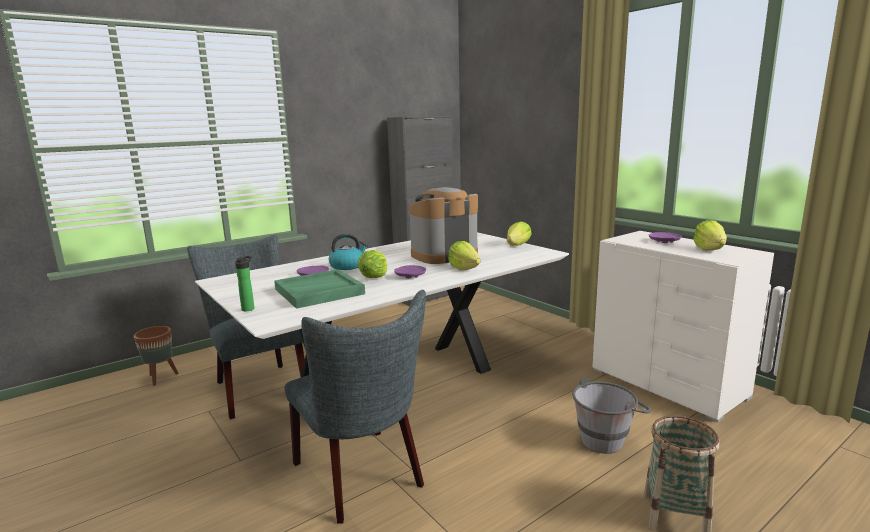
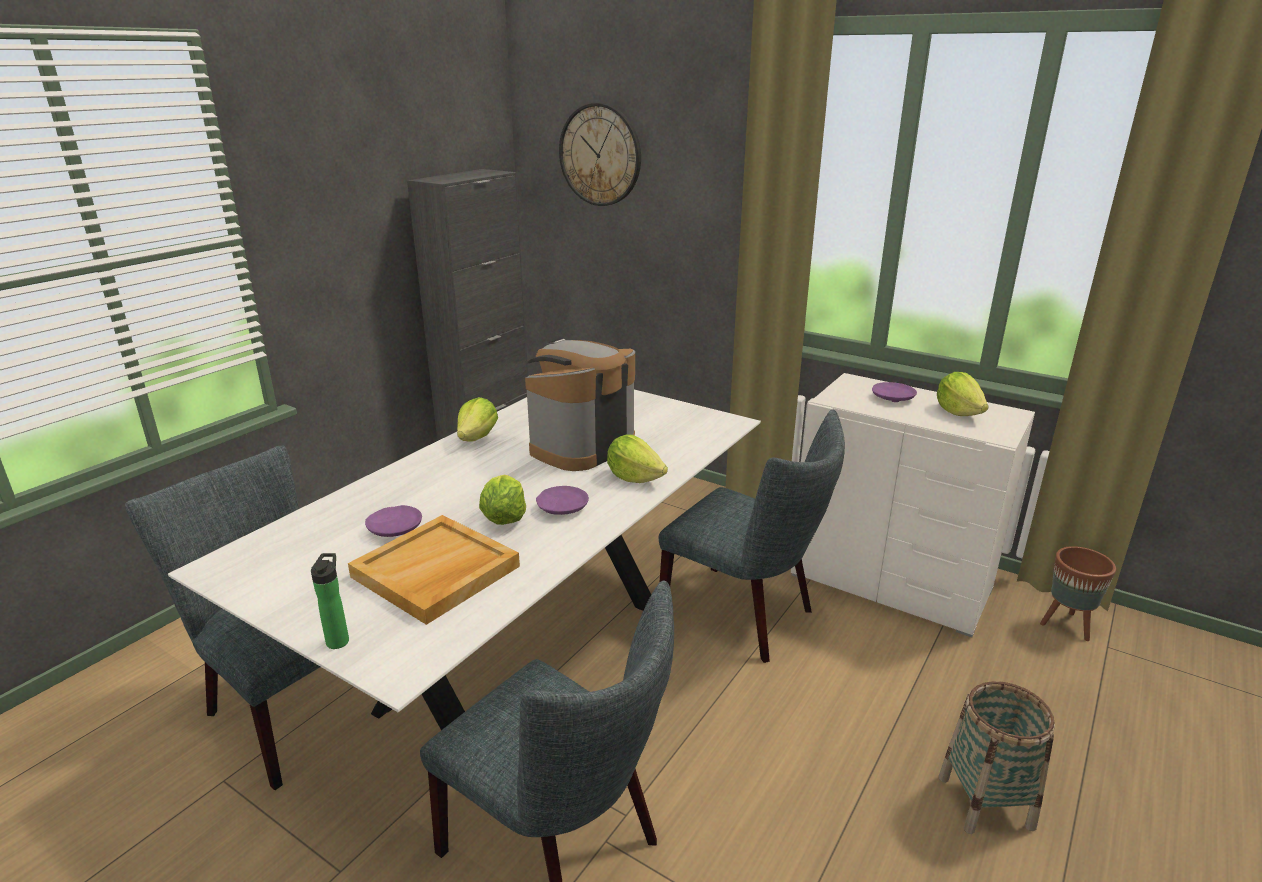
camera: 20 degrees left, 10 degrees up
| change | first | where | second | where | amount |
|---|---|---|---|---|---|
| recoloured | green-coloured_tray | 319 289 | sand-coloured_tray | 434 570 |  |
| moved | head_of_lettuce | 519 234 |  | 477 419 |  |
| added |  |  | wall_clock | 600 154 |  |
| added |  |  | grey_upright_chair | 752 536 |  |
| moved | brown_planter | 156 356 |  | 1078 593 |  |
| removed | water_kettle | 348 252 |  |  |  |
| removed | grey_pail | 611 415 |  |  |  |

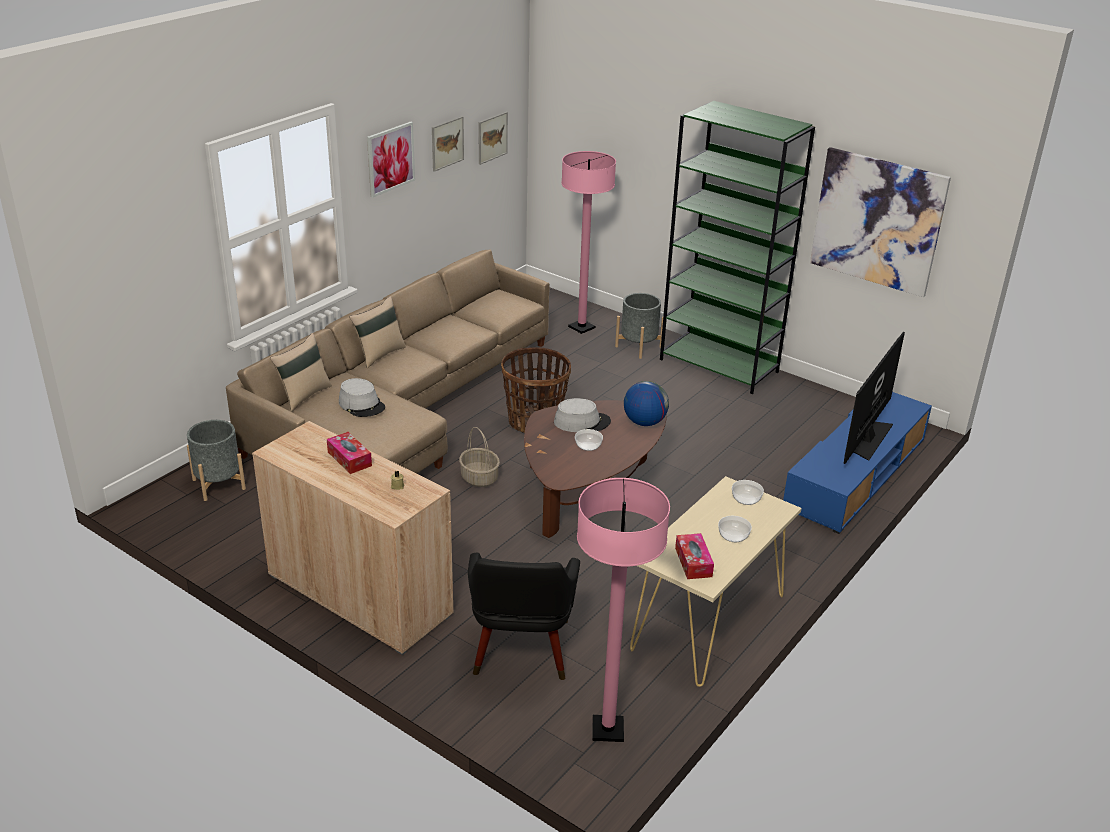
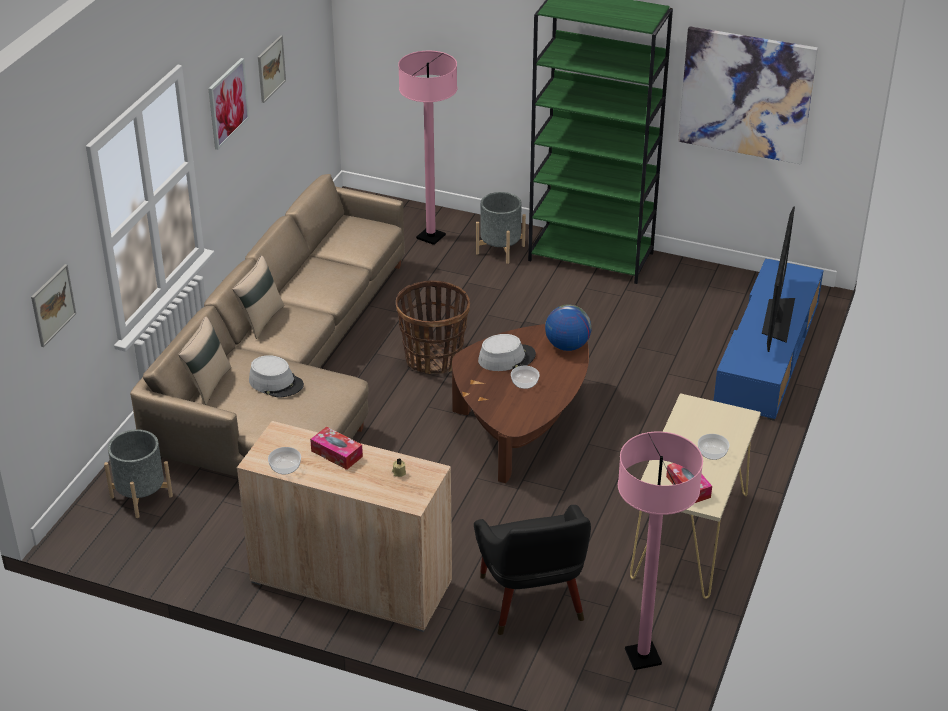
camera: 15 degrees left, 5 degrees up
| change | first | where | second | where | amount |
|---|---|---|---|---|---|
| moved | wall_picture | 493 138 |  | 53 305 |  |
| moved | bowl | 748 492 |  | 284 460 |  |
| removed | storage_basket | 479 457 |  |  |  |

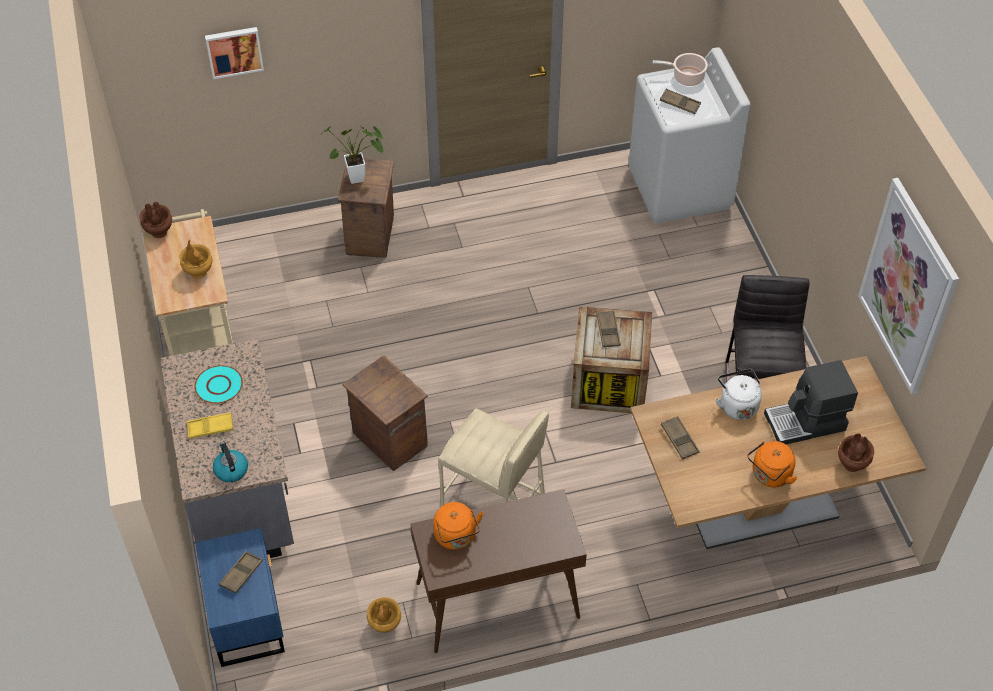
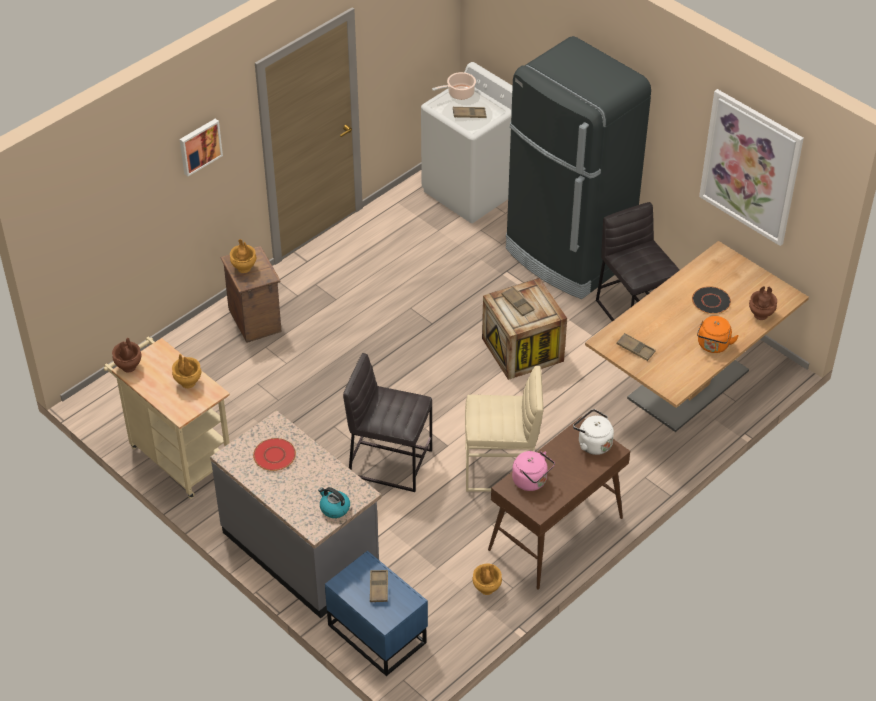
camera: 30 degrees left, 5 degrees down
| change | first | where | second | where | amount |
|---|---|---|---|---|---|
| moved | wall_picture | 234 53 |  | 201 147 |  |
| replaced | houseplant | 352 154 | brown_flower_vase | 243 256 |  |
| recoloured | turquoise-coloured_plate | 218 384 | reddish_plate | 274 454 |  |
| replaced | crate | 385 413 | grey_sitting_stool | 387 422 |  |
| added |  |  | black-coloured_kitchen_fridge | 578 167 |  |
| recoloured | orange_water_kettle | 458 526 | pinkish_water_kettle | 533 471 |  |
| moved | white-coloured_water_kettle | 739 394 |  | 593 432 |  |
| replaced | coffee_brewer | 811 402 | black-coloured_plate | 711 300 |  |
| removed | yellow_tray | 210 425 |  |  |  |

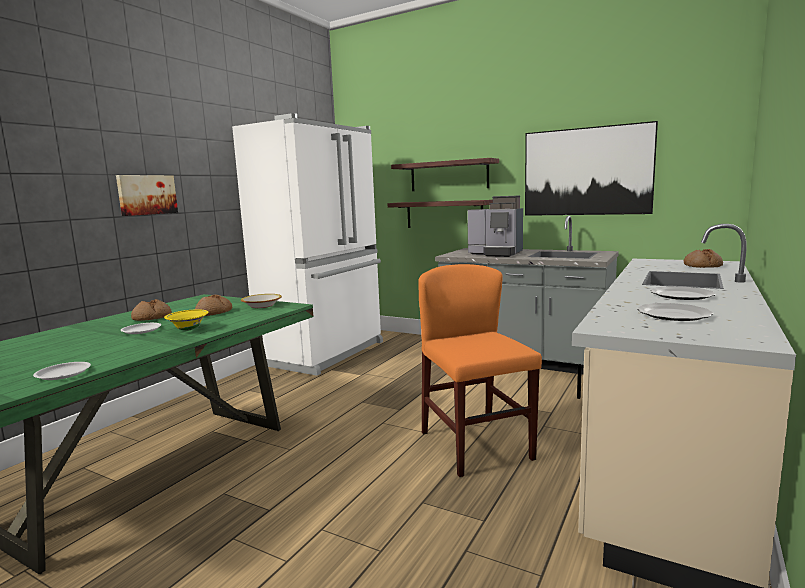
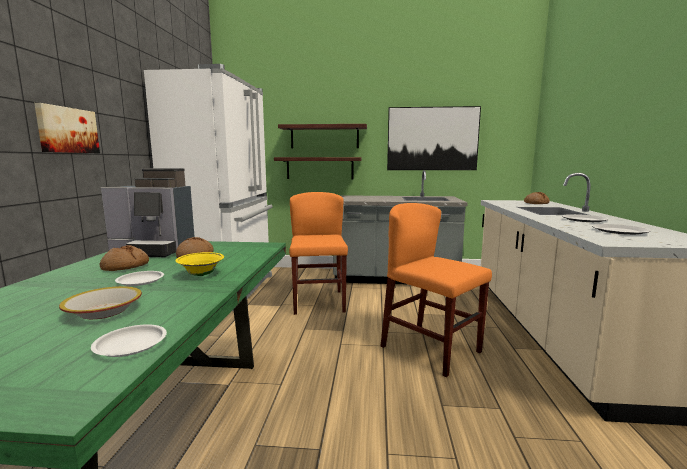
camera: 25 degrees left, 0 degrees up
| change | first | where | second | where | amount |
|---|---|---|---|---|---|
| moved | bowl | 261 301 |  | 100 302 |  |
| moved | coffee_brewer | 495 226 |  | 148 212 |  |
| added |  |  | orange_upright_chair | 318 253 |  |

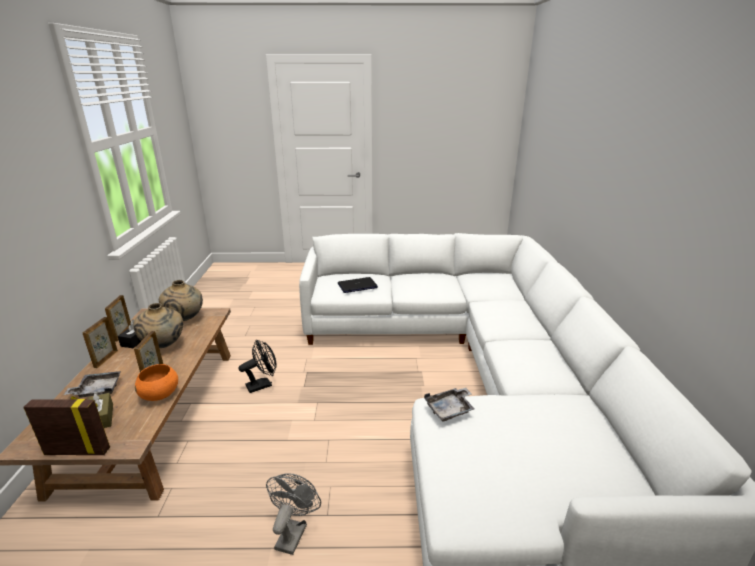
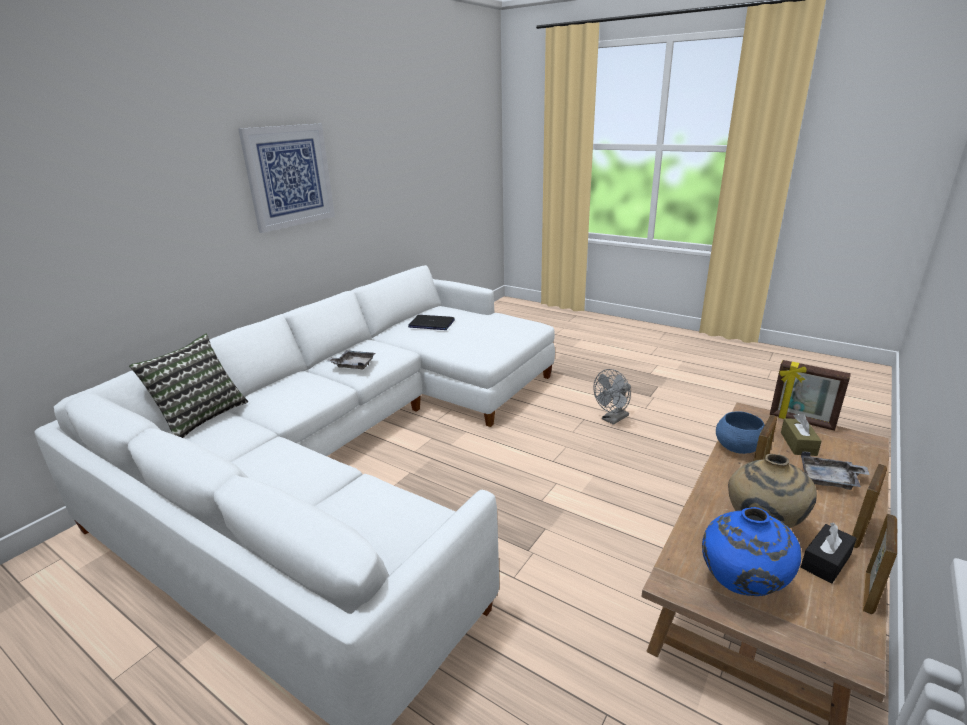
camera: 145 degrees left, 0 degrees up
| change | first | where | second | where | amount |
|---|---|---|---|---|---|
| added |  |  | pillow | 188 385 |  |
| added |  |  | wall_picture | 286 178 |  |
| moved | grey_tray | 449 405 |  | 351 360 |  |
| moved | laptop | 358 285 |  | 431 322 |  |
| recoloured | sand-coloured_flower_vase | 181 300 | blue_flower_vase | 751 551 |  |
| recoloured | orange_bowl | 156 382 | blue_bowl | 740 432 |  |
| removed | black-coloured_cooling_fan | 258 366 |  |  |  |

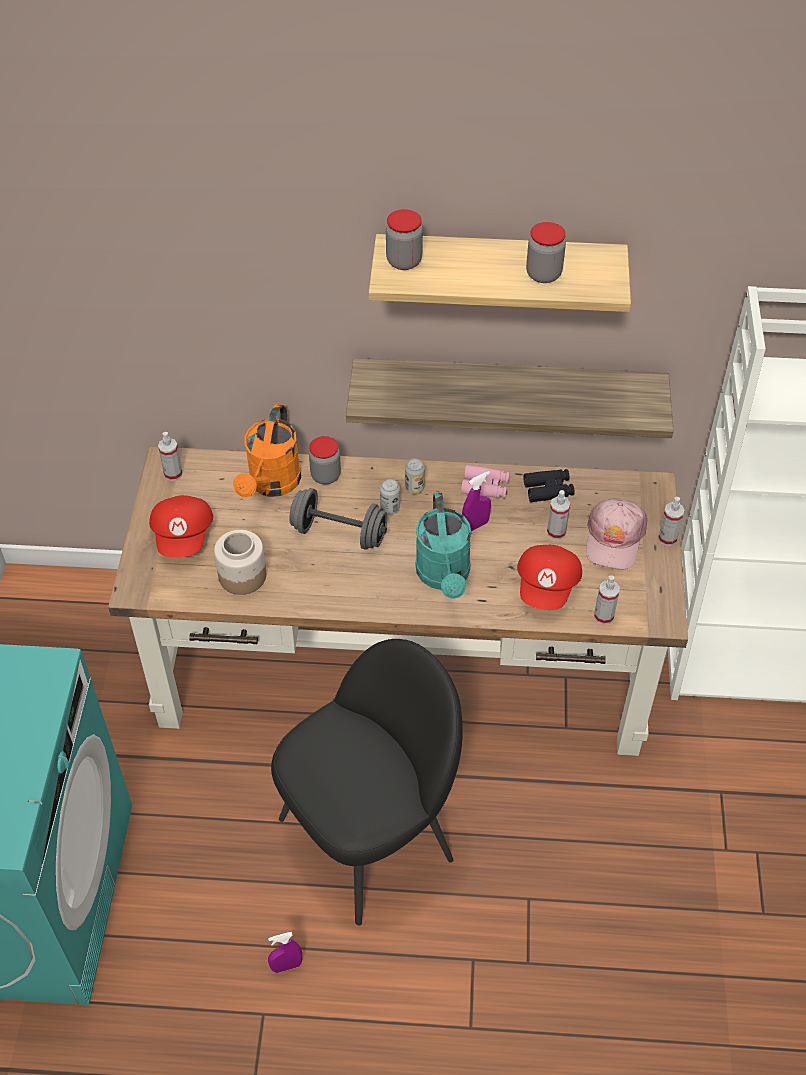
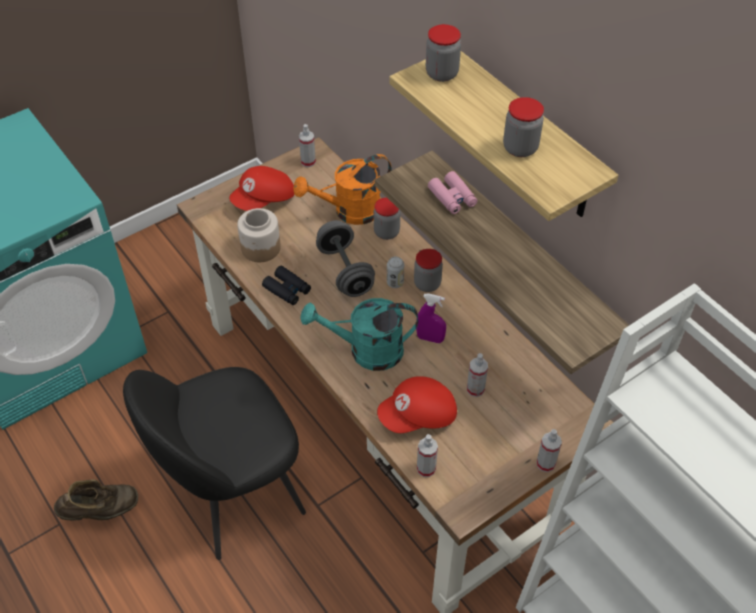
camera: 50 degrees right, 0 degrees up
| change | first | where | second | where | amount |
|---|---|---|---|---|---|
| replaced | purple_sprayer | 285 952 | brown_high-top_boot | 96 499 |  |
| turned | black-coloured_upright_chair | 367 782 |  | 214 463 | 135 degrees clockwise |
| moved | black-coloured_pair_of_binoculars | 549 485 |  | 286 285 |  |
| turned | turquoise-coloured_sprinkling_can | 443 546 |  | 359 334 | 45 degrees clockwise |
| replaced | can | 415 476 | storage_jar | 428 270 |  |
| moved | pinkish_pair_of_binoculars | 485 481 |  | 453 192 |  |
| removed | pinkish_cap | 616 534 |  |  |  |

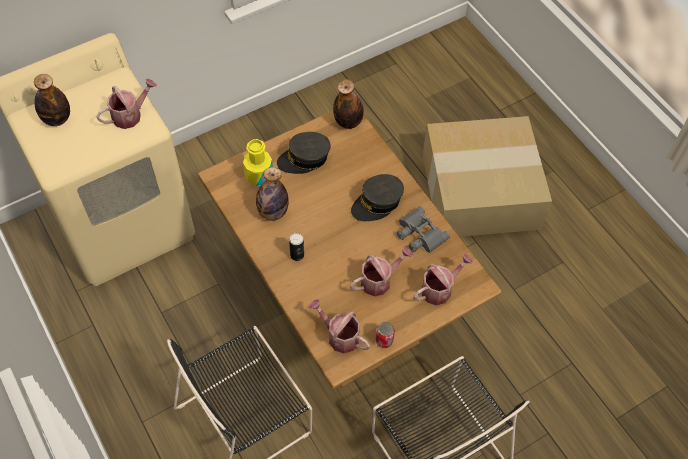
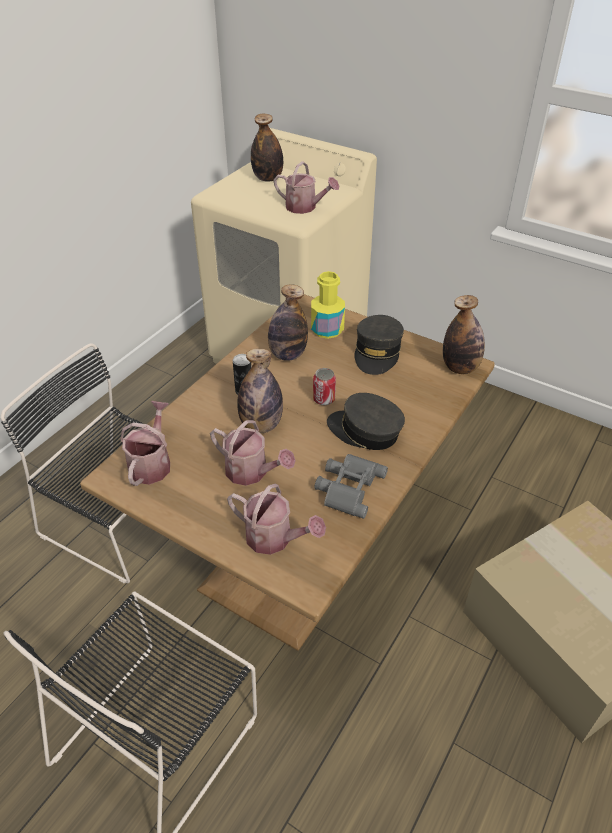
camera: 65 degrees right, 15 degrees down
| change | first | where | second | where | amount |
|---|---|---|---|---|---|
| added |  |  | drink_bottle | 260 391 |  |
| moved | can | 385 335 |  | 324 386 |  |
| turned | grey_cap | 304 153 |  | 379 345 | 120 degrees counterclockwise |

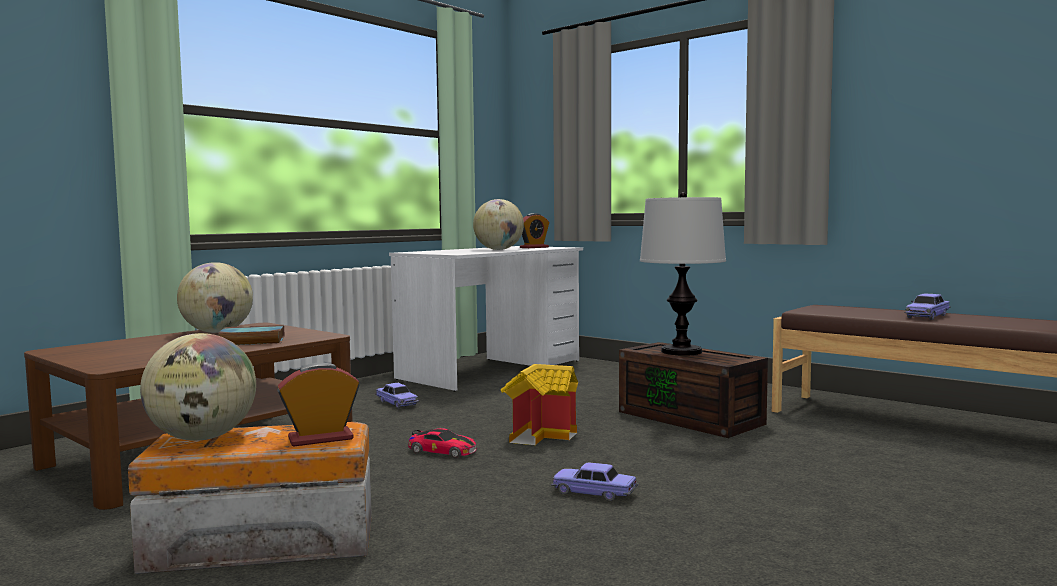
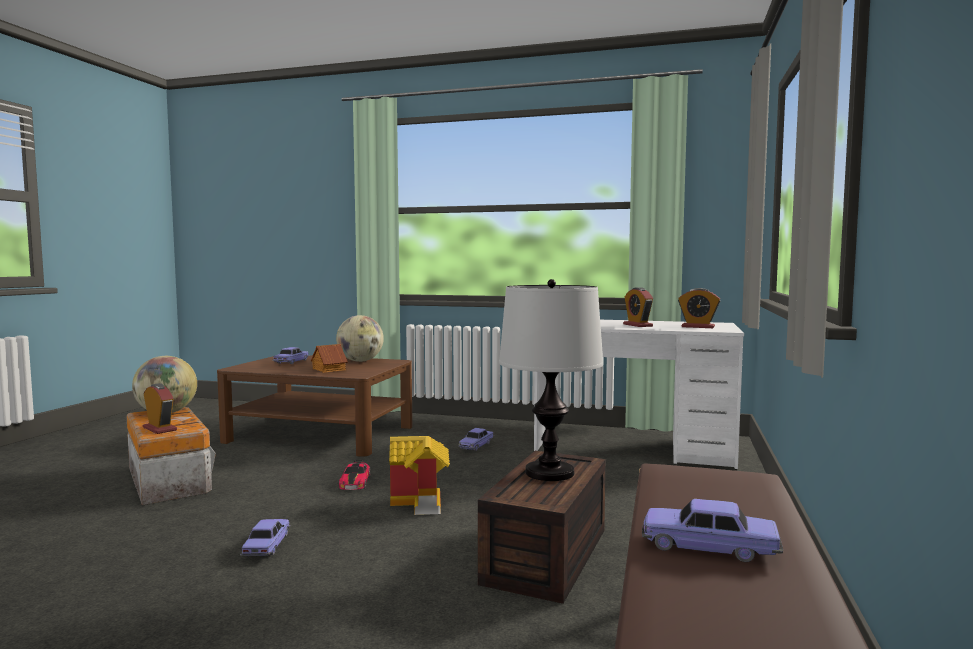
camera: 65 degrees right, 0 degrees up
| change | first | where | second | where | amount |
|---|---|---|---|---|---|
| added |  |  | toy_car | 290 355 |  |
| replaced | bound_book | 251 335 | model_house | 329 358 |  |
| replaced | world_globe | 498 224 | alarm_clock | 638 307 |  |

